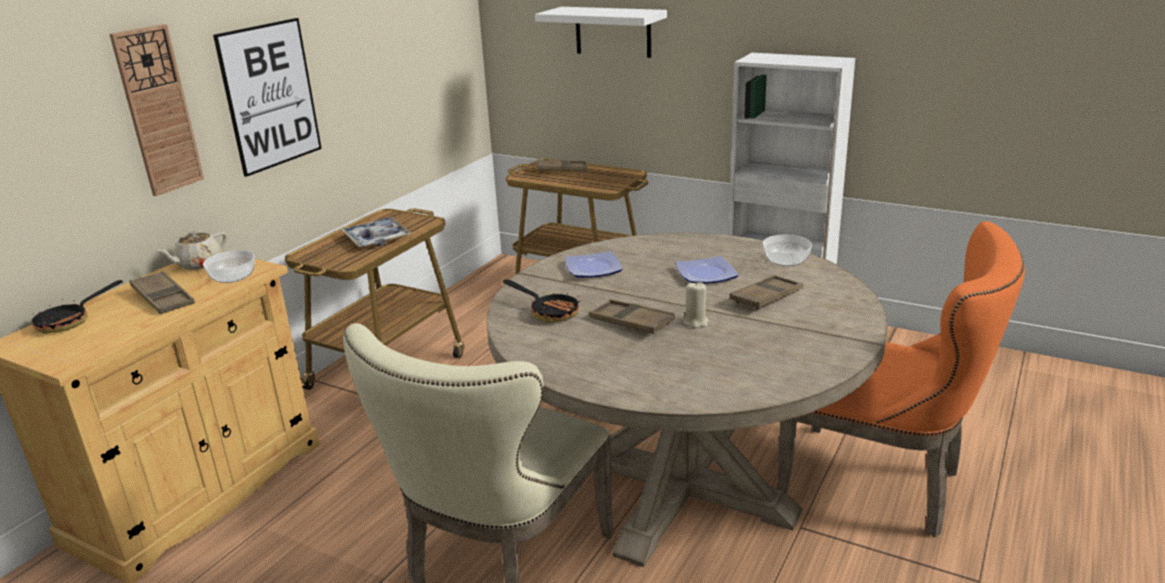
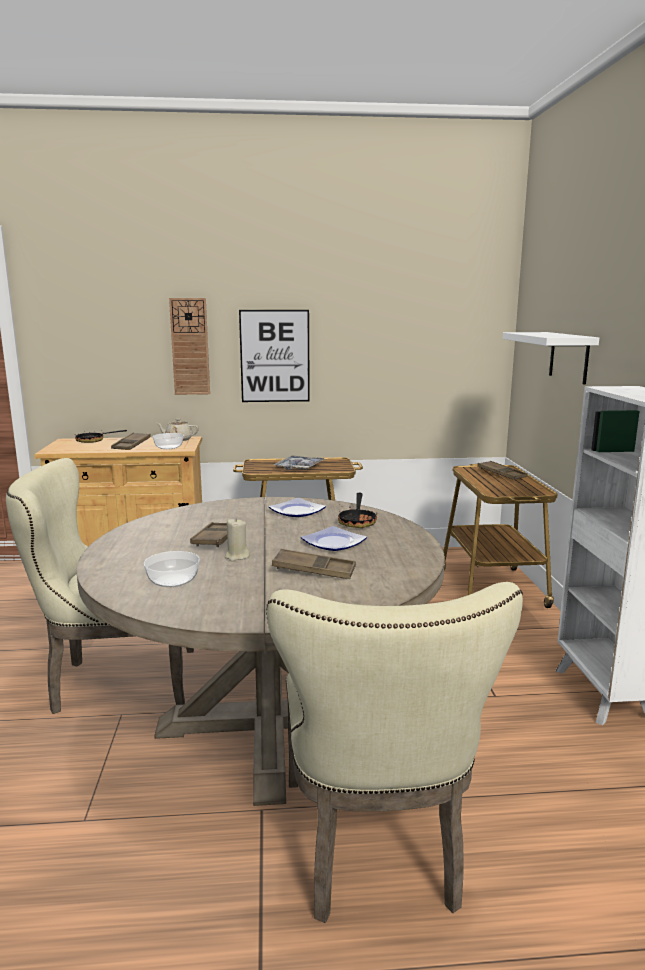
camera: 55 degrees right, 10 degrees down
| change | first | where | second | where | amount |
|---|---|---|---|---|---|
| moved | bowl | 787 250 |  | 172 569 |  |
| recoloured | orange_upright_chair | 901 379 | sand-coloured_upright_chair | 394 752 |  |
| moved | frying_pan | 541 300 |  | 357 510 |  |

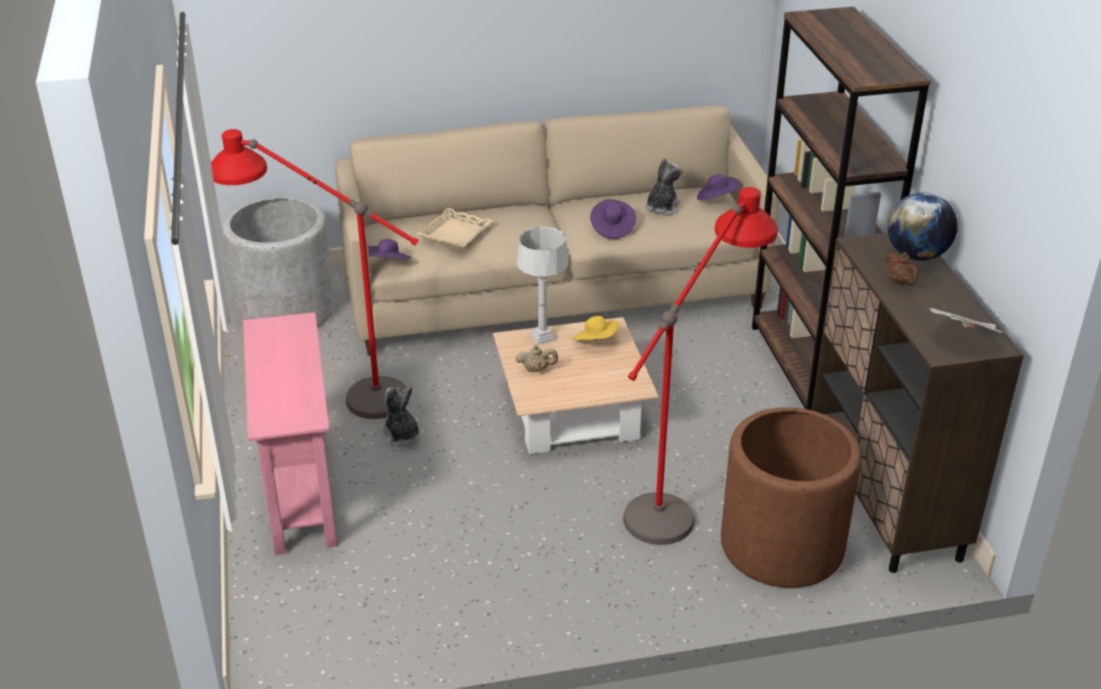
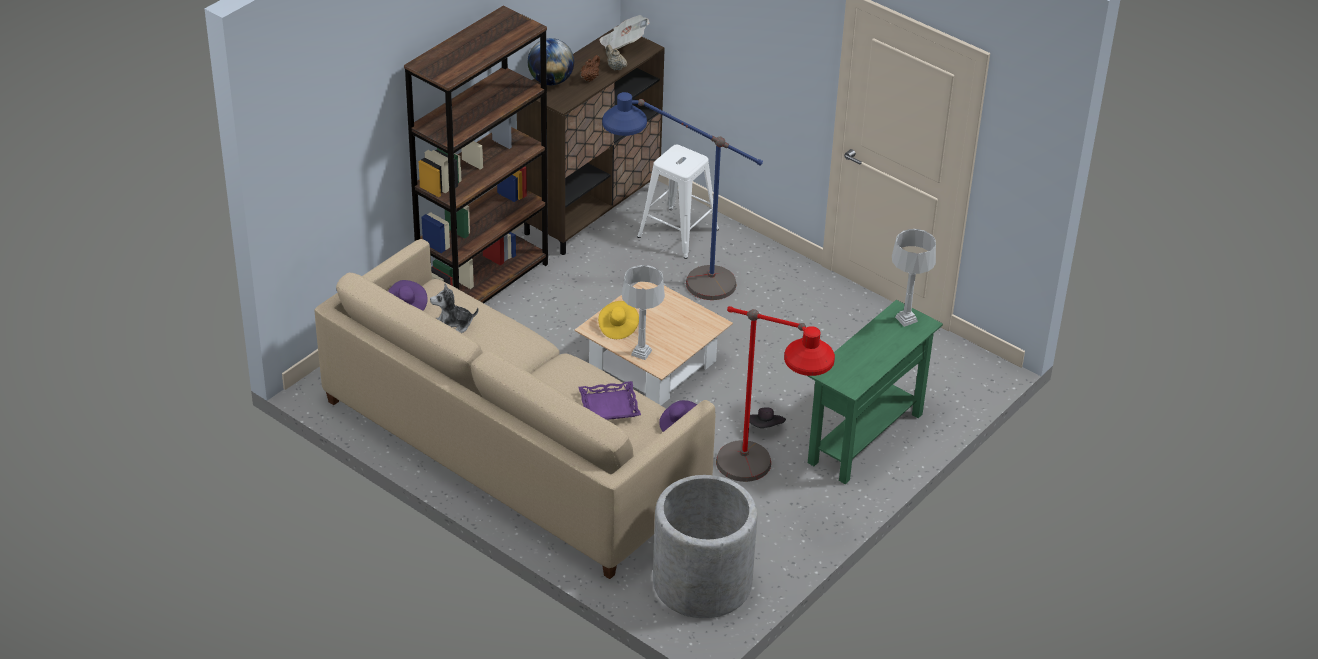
camera: 130 degrees left, 5 degrees up
| change | first | where | second | where | amount |
|---|---|---|---|---|---|
| recoloured | sand-coloured_tray | 455 228 | purple_tray | 609 400 |  |
| recoloured | reddish_floor_lamp | 700 366 | blue_floor_lamp | 682 196 |  |
| moved | sand-coloured_pot_for_tea | 536 358 |  | 616 57 |  |
| replaced | brown_planter | 791 497 | white-coloured_sitting_stool | 678 202 |  |
| replaced | plush_toy | 400 416 | black-coloured_clothing_hat | 767 417 |  |
| recoloured | pinkish_hall_table | 290 433 | green-coloured_hall_table | 875 392 |  |
| added |  |  | grey_table_lamp | 914 278 |  |
| removed | purple_clothing_hat | 613 219 |  |  |  |

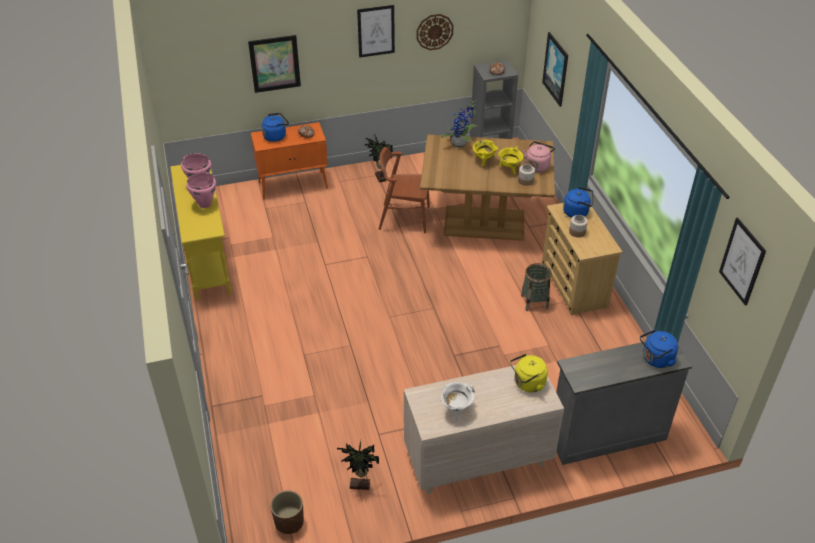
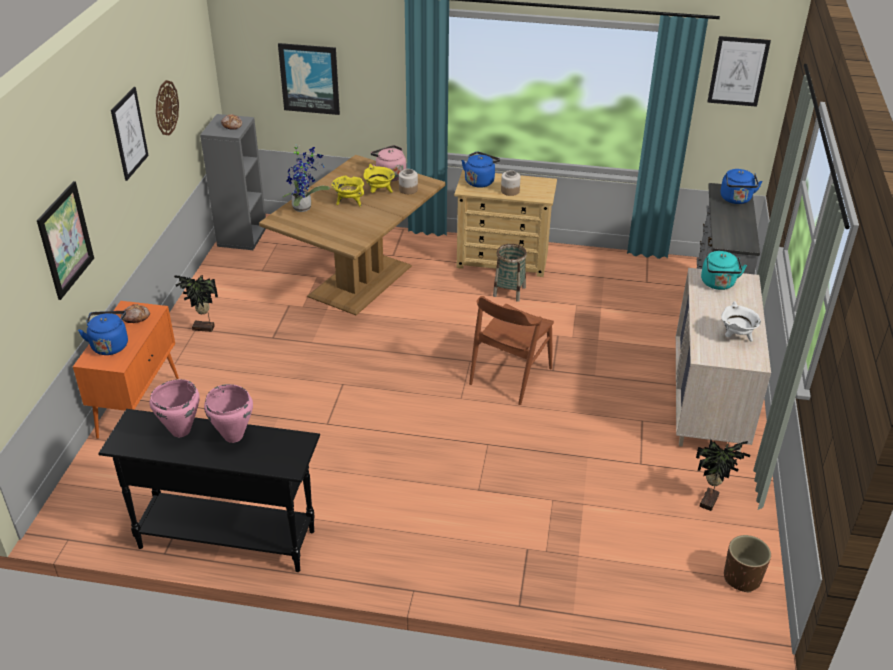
camera: 65 degrees left, 5 degrees down
| change | first | where | second | where | amount |
|---|---|---|---|---|---|
| recoloured | yellow_hall_table | 200 233 | black-coloured_hall_table | 209 490 |  |
| moved | brown_upright_chair | 404 190 |  | 511 350 |  |
| recoloured | yellow_water_kettle | 529 373 | turquoise-coloured_water_kettle | 724 270 |  |

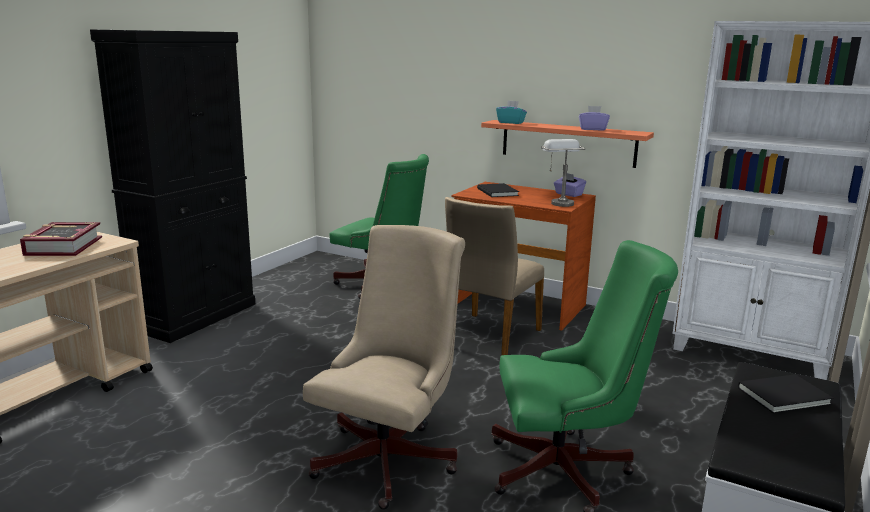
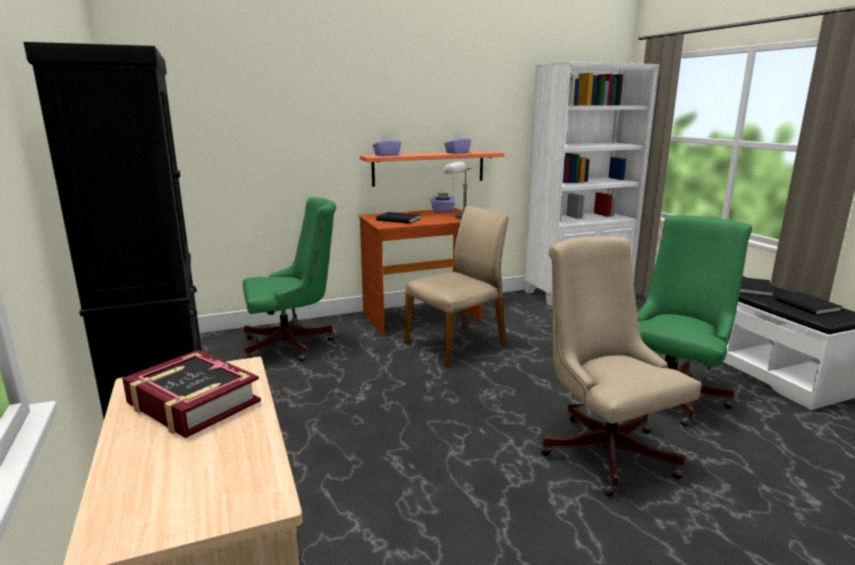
camera: 50 degrees left, 0 degrees up
| change | first | where | second | where | amount |
|---|---|---|---|---|---|
| recoloured | turquoise-coloured_tissue_holder | 511 112 | purple_tissue_holder | 386 145 |  |
| turned | sand-coloured_upright_chair | 494 276 |  | 456 286 | 105 degrees counterclockwise |
| added |  |  | black-coloured_bound_book | 808 303 |  |

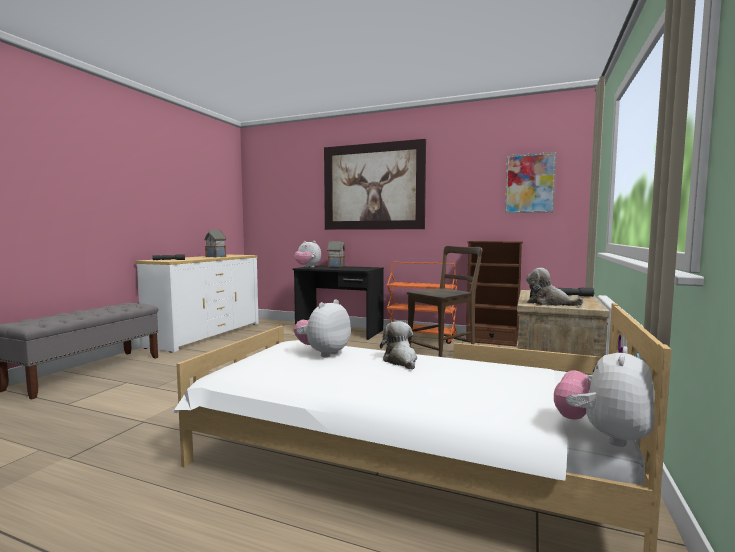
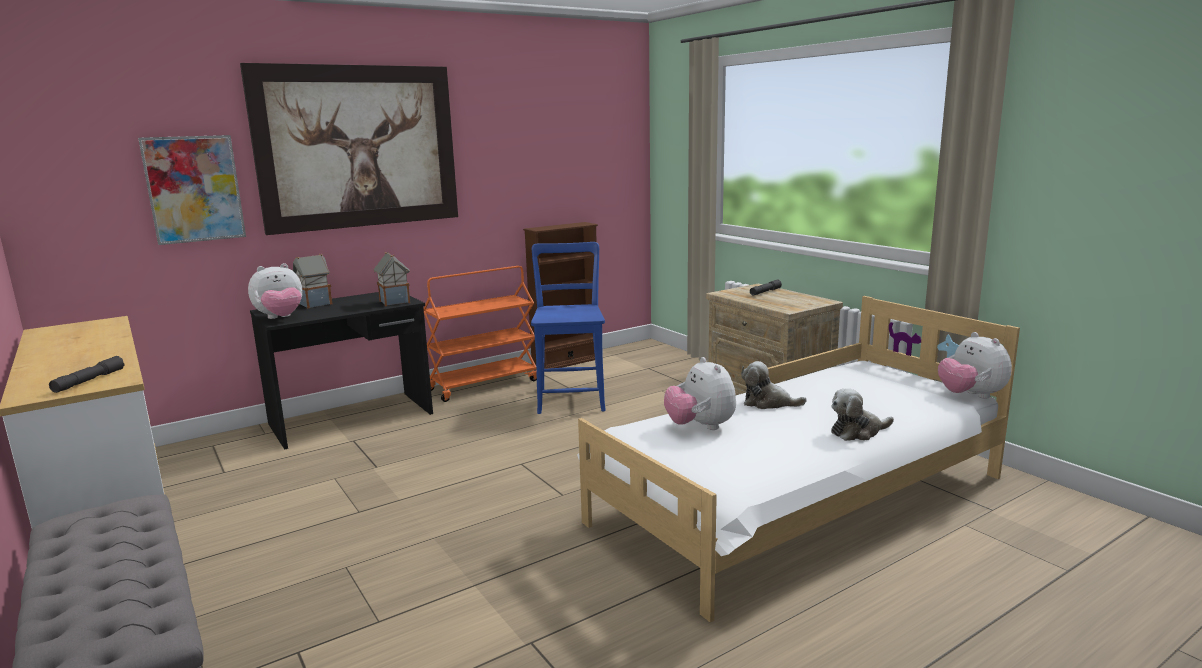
camera: 55 degrees left, 10 degrees up
| change | first | where | second | where | amount |
|---|---|---|---|---|---|
| moved | wall_picture | 530 182 |  | 192 190 |  |
| moved | model_house | 215 243 |  | 391 279 |  |
| recoloured | brown_upright_chair | 445 301 | blue_upright_chair | 568 328 |  |
| moved | plush_toy | 555 287 |  | 862 414 |  |

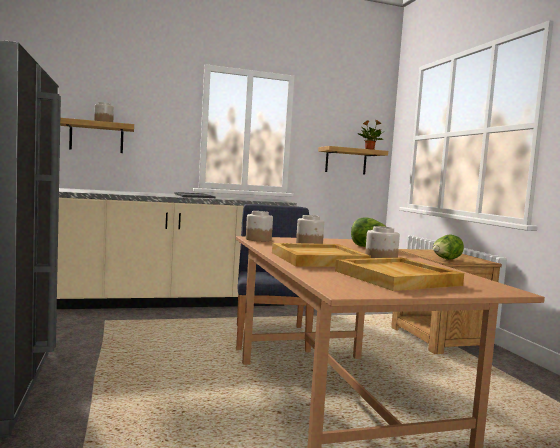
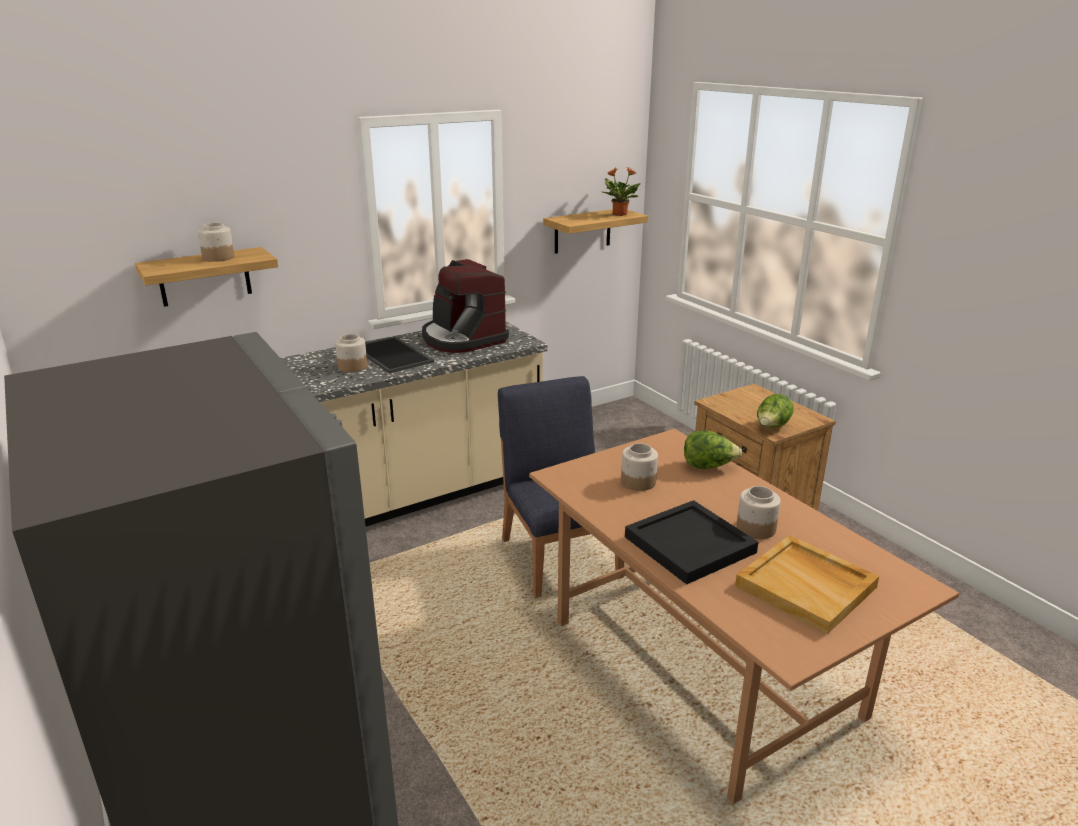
camera: 15 degrees left, 20 degrees up
| change | first | where | second | where | amount |
|---|---|---|---|---|---|
| moved | storage_jar | 259 226 |  | 351 353 |  |
| added |  |  | coffee_brewer | 465 306 |  |
| recoloured | sand-coloured_tray | 321 255 | black-coloured_tray | 691 542 |  |

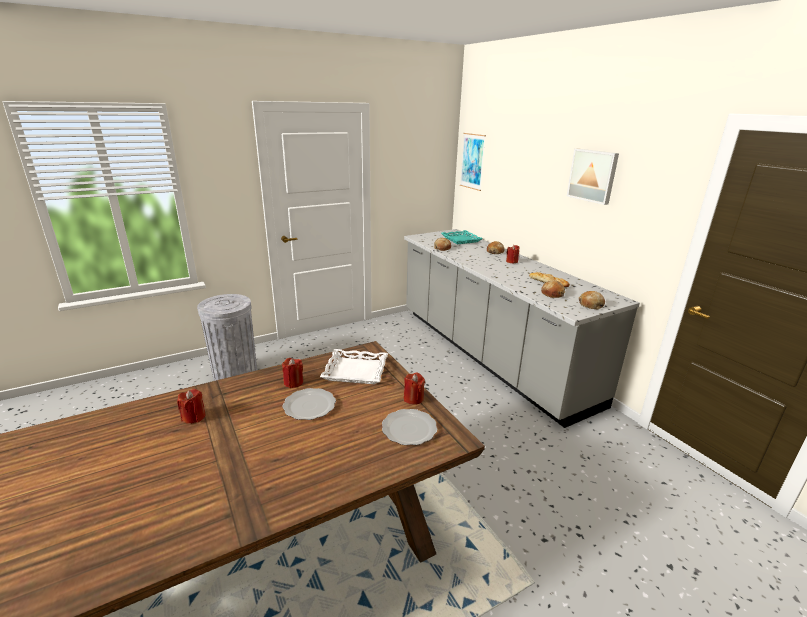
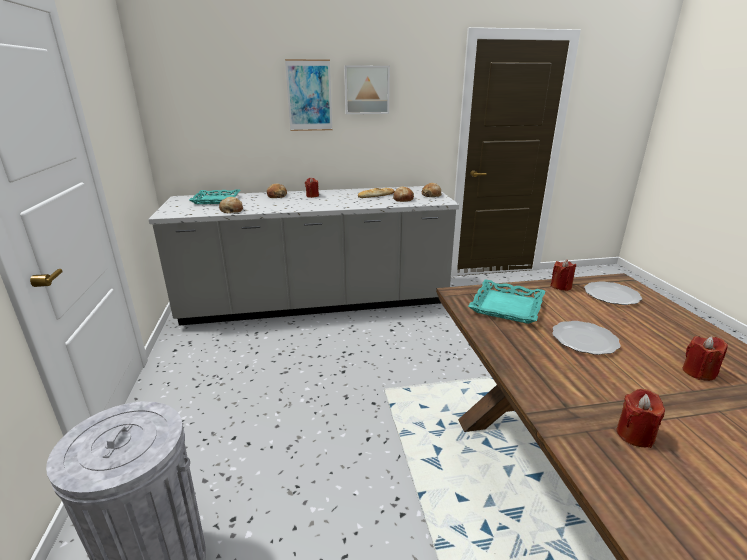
camera: 70 degrees left, 0 degrees up
| change | first | where | second | where | amount |
|---|---|---|---|---|---|
| moved | wall_picture | 473 162 |  | 308 95 |  |
| recoloured | white-coloured_tray | 354 366 | turquoise-coloured_tray | 506 301 |  |
| moved | reddish_wax_light | 292 373 |  | 705 358 |  |

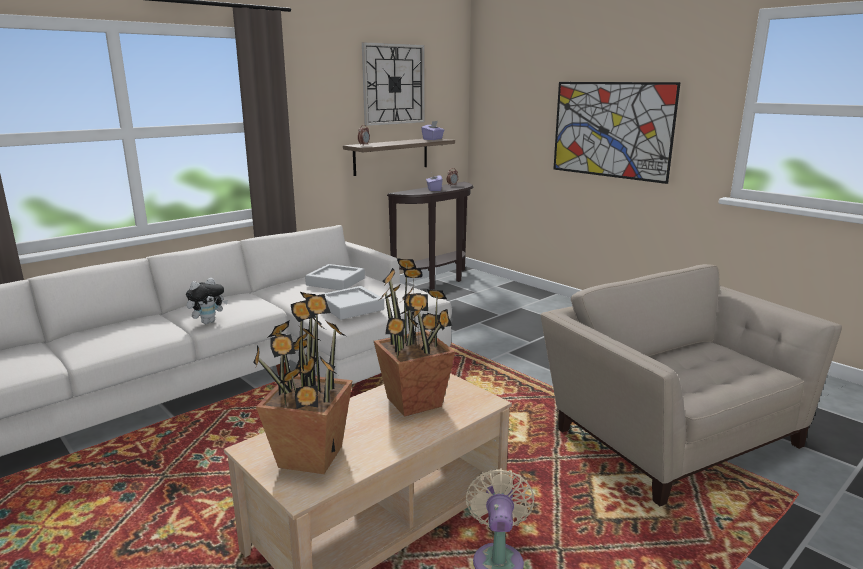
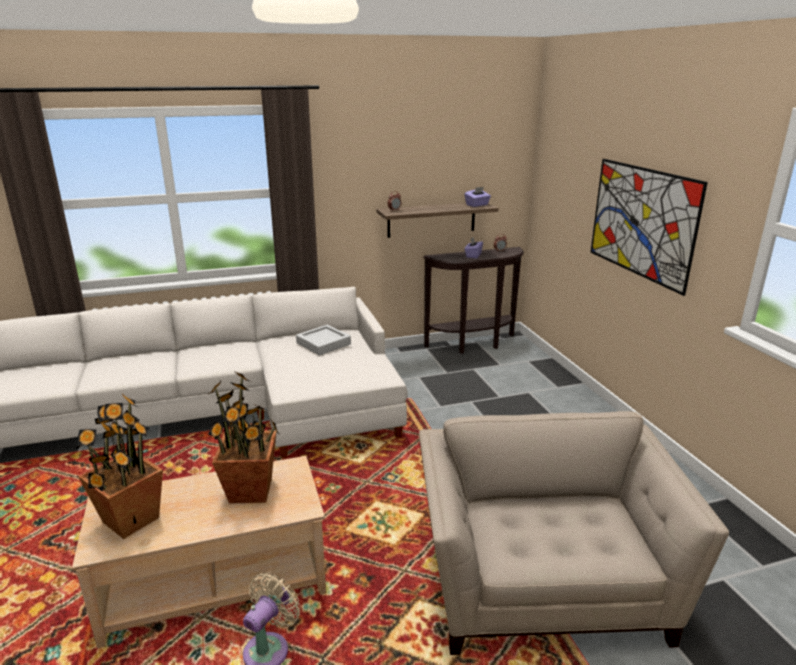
camera: 25 degrees right, 5 degrees up
| change | first | where | second | where | amount |
|---|---|---|---|---|---|
| removed | plush_toy | 207 301 |  |  |  |
| removed | grey_tray | 351 303 |  |  |  |
| removed | wall_clock | 393 84 |  |  |  |

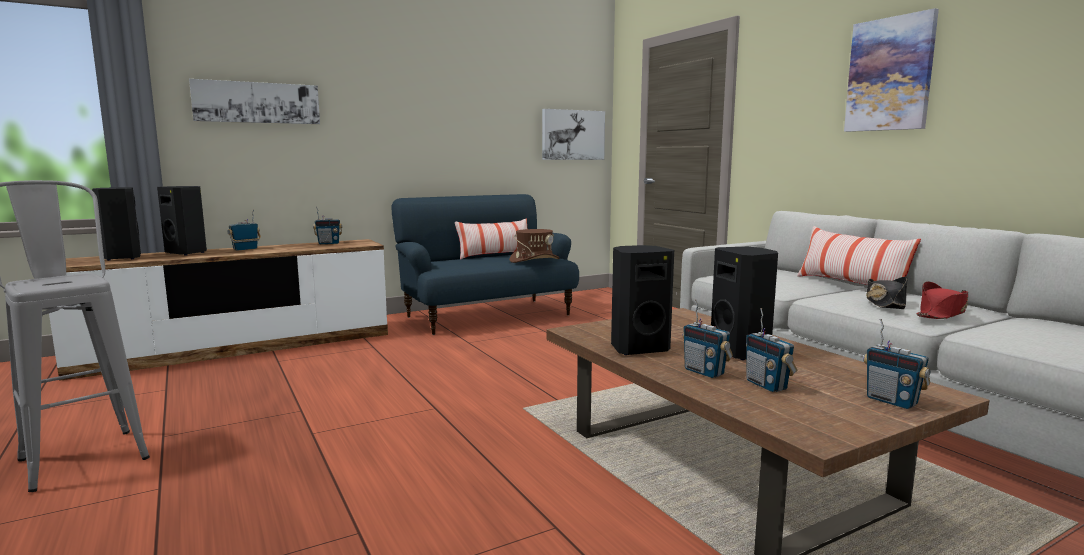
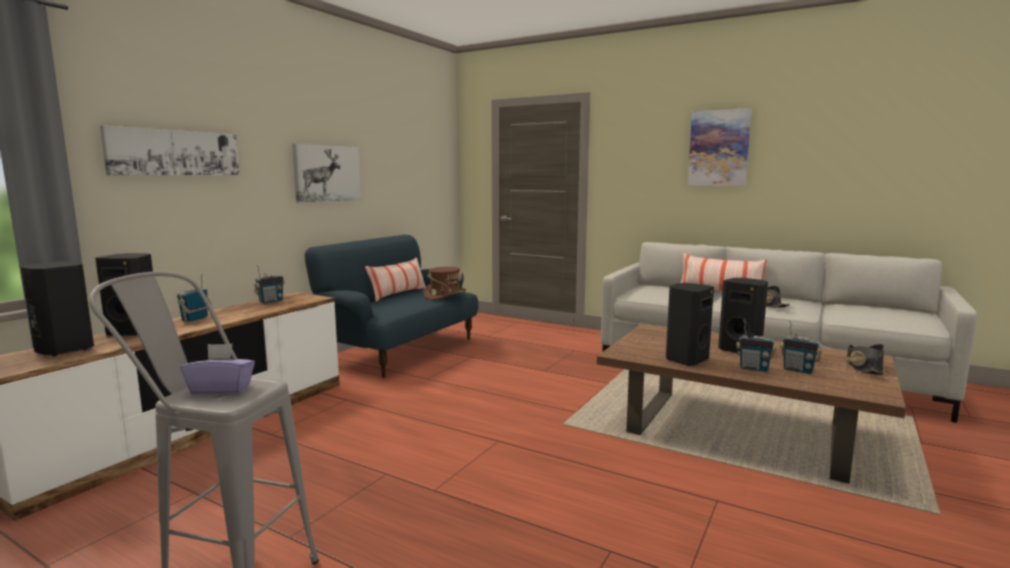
camera: 30 degrees left, 0 degrees up
| change | first | where | second | where | amount |
|---|---|---|---|---|---|
| added |  |  | purple_tissue_holder | 218 369 |  |
| moved | wall_picture | 573 134 |  | 326 173 |  |
| replaced | radio_receiver | 896 364 | black-coloured_clothing_hat | 865 359 |  |
| removed | reddish_clothing_hat | 942 300 |  |  |  |

